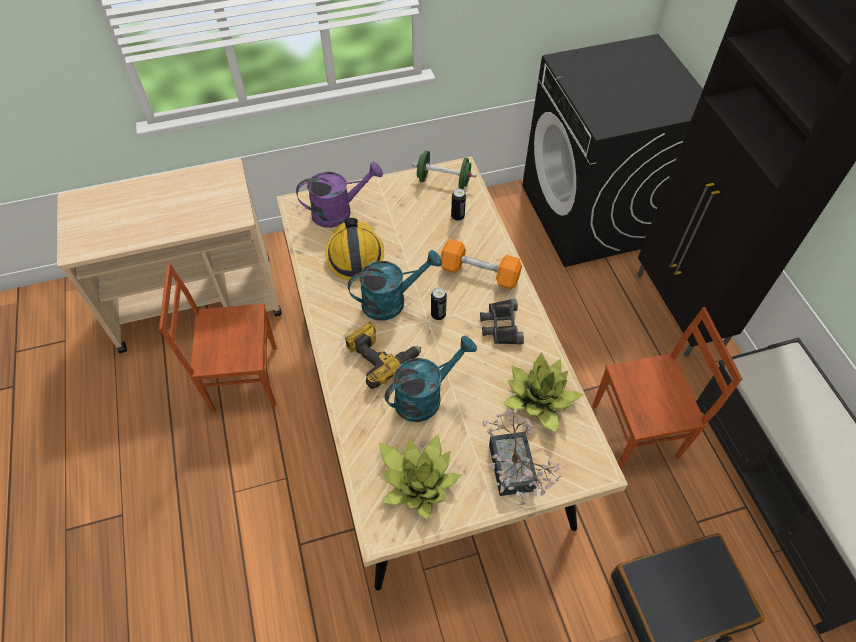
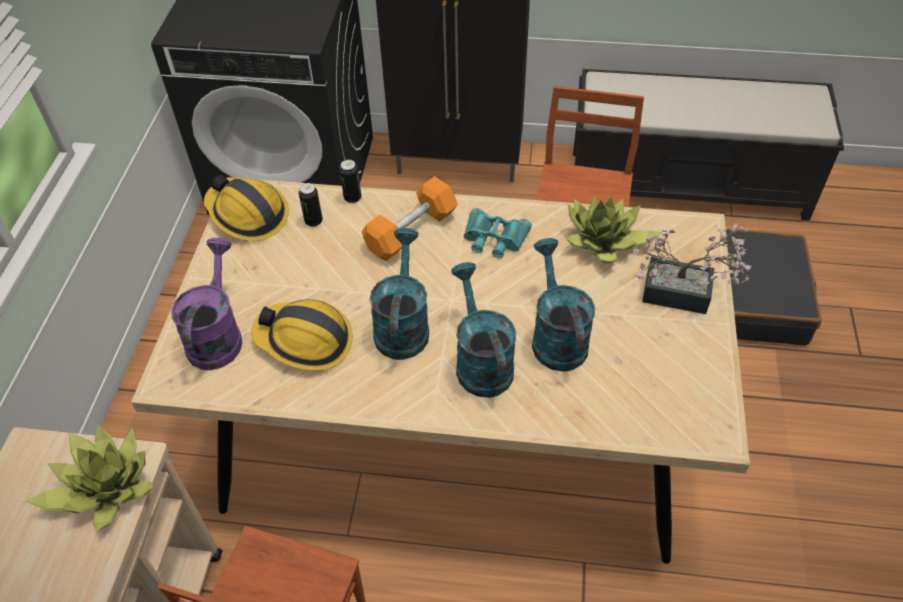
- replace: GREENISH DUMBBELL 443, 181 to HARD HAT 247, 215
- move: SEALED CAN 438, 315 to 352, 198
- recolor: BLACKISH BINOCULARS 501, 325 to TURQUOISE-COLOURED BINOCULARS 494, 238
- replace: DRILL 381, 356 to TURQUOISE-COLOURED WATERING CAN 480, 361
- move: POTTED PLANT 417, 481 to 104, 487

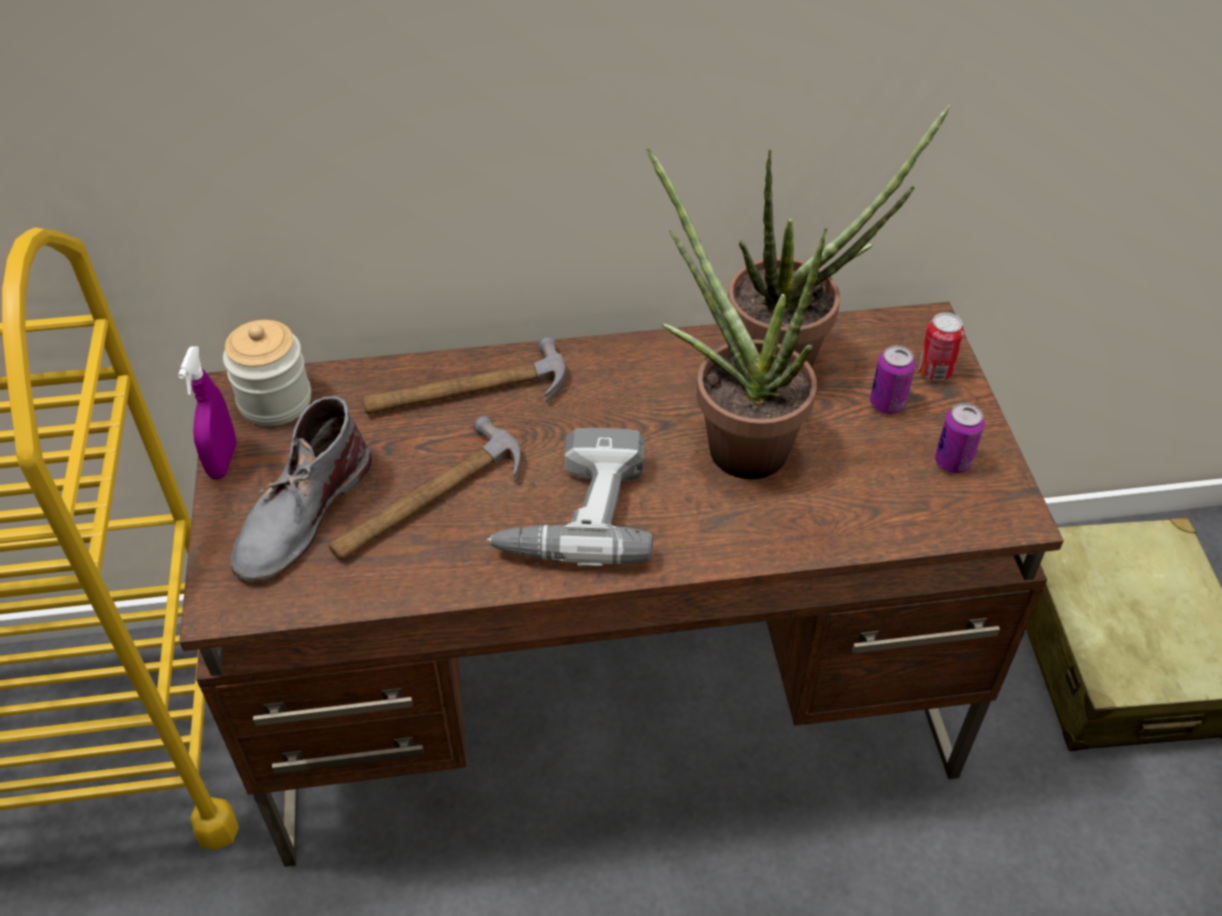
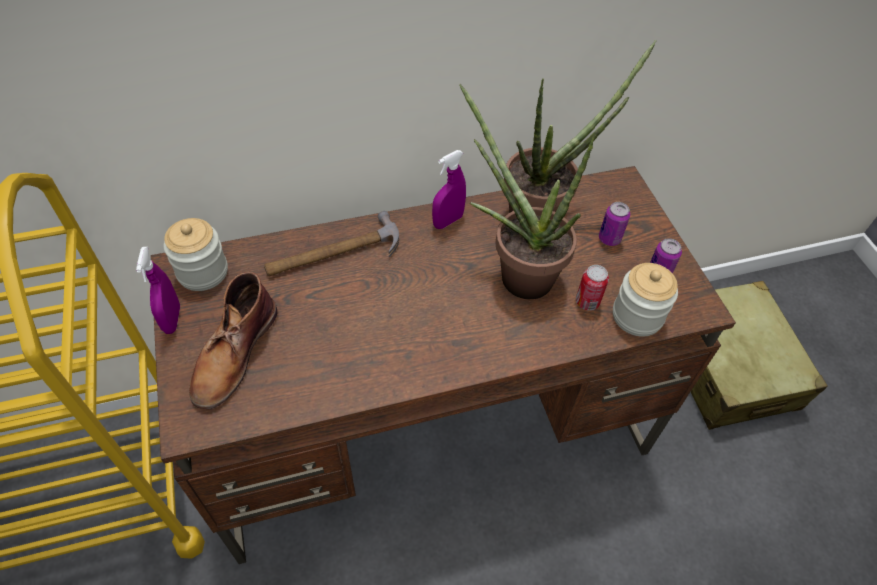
- move: SEALED CAN 934, 371 to 587, 302
- recolor: GRAY BOOT 301, 514 to BROWNISH BOOT 234, 353
- delete: HAND HAMMER 427, 500
- delete: DRILL 574, 511
- insert: PURPLISH SPRAY BOTTLE 448, 221
- insert: PRESERVE JAR 637, 316

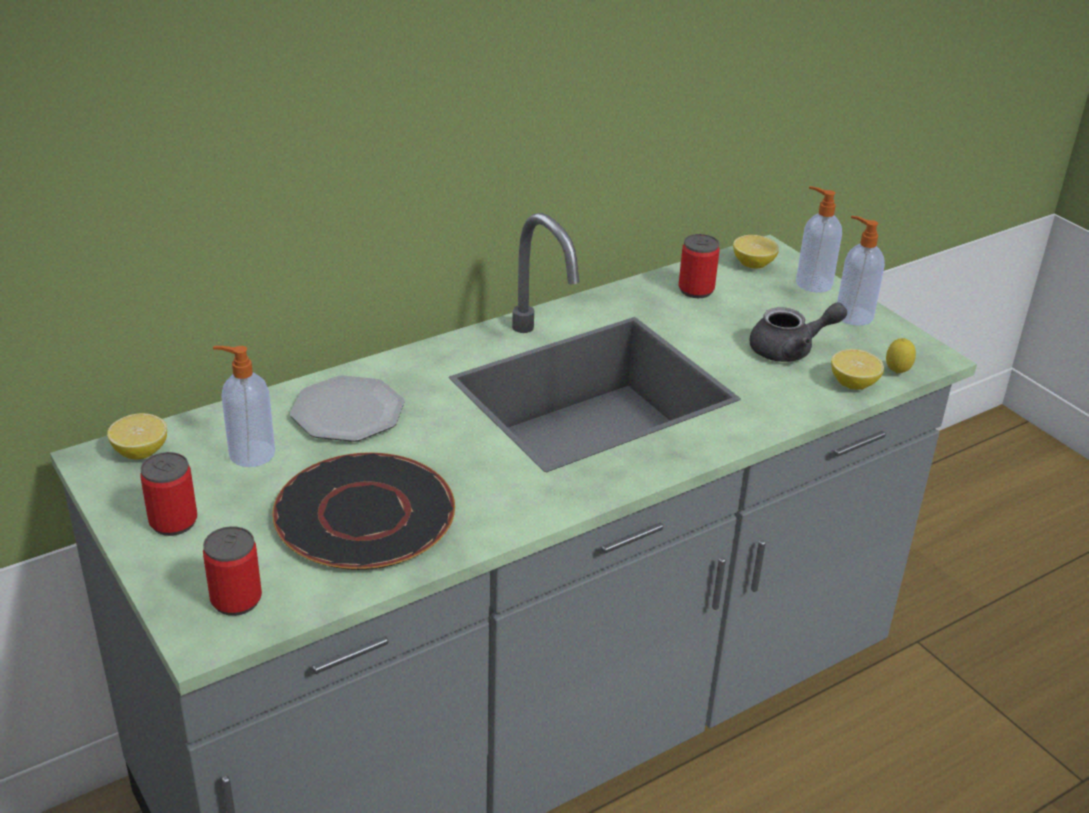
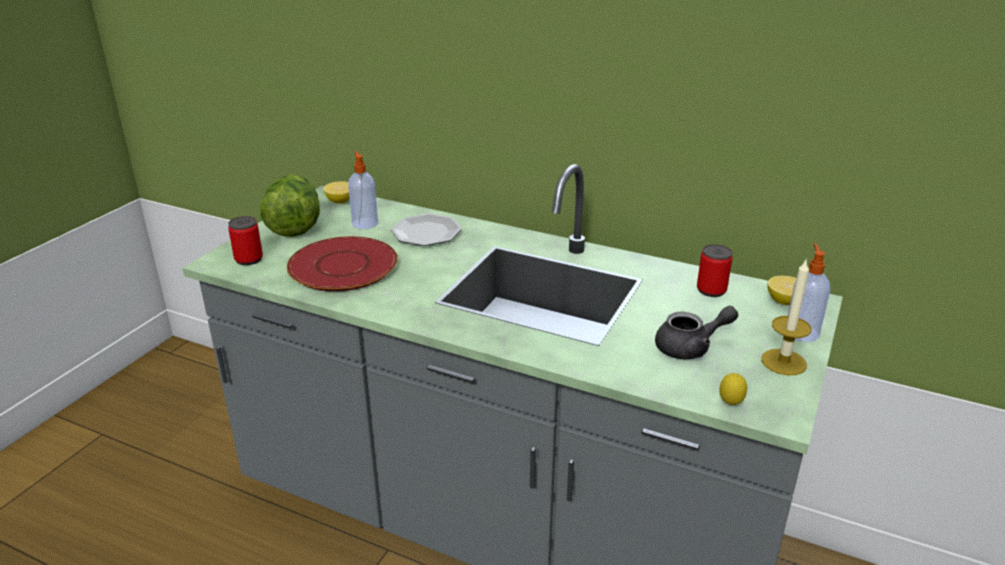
- replace: SOAP DISPENSER 852, 315 to WAX LIGHT 783, 362
- rotate: GRAY TEAPOT 790, 350 = 690, 348 60 degrees counterclockwise
- delete: WHOLE LEMON 853, 383
- replace: SEALED CAN 173, 522 to LETTUCE HEAD 294, 226
- recolor: BLACKISH DINNER PLATE 363, 514 to RED DINNER PLATE 342, 265

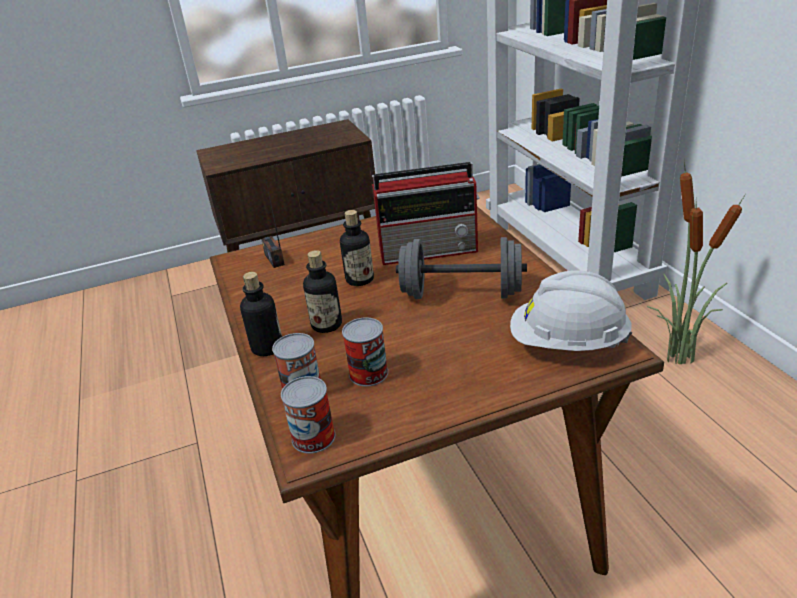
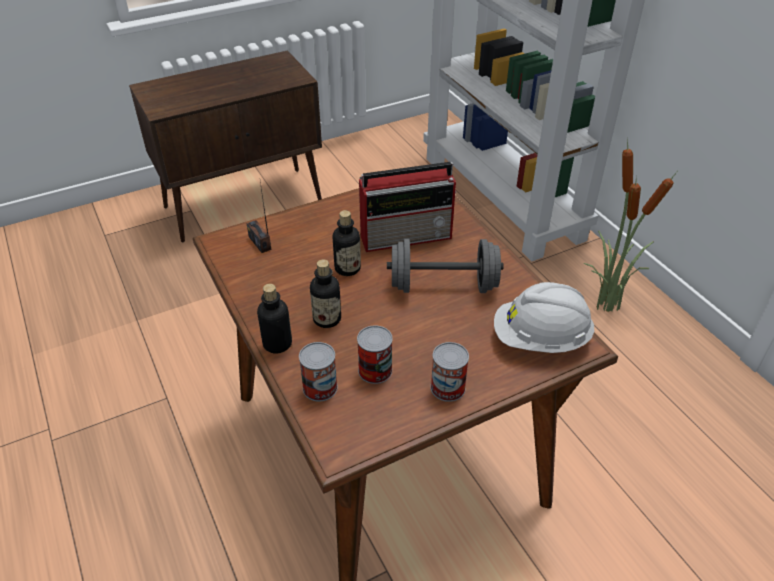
- move: SEALED CAN 313, 437 to 447, 387

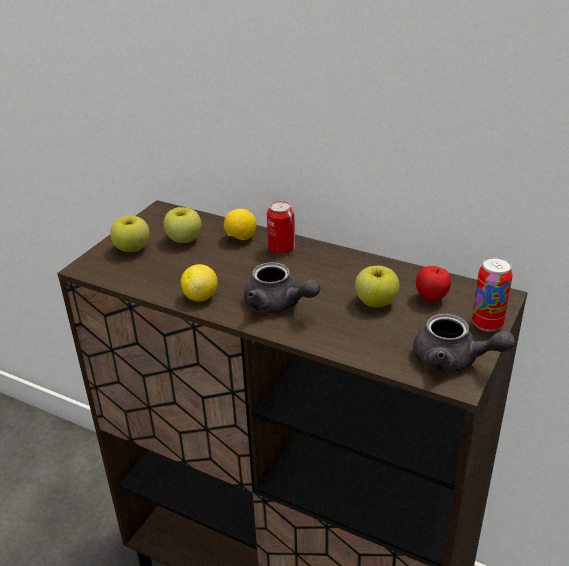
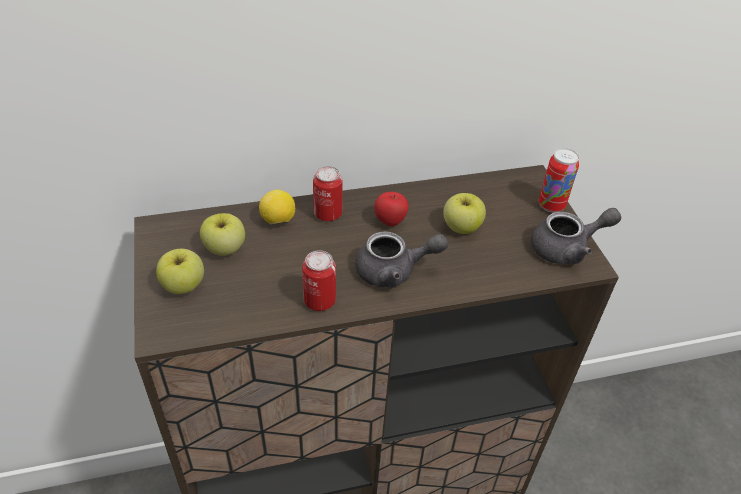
- replace: WHOLE LEMON 200, 297 to SEALED CAN 319, 301
- move: APPLE FRUIT 432, 298 to 390, 221

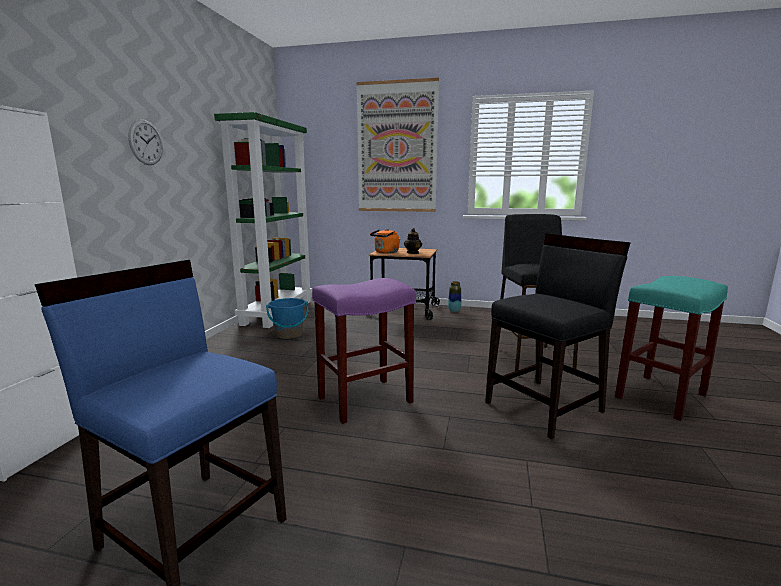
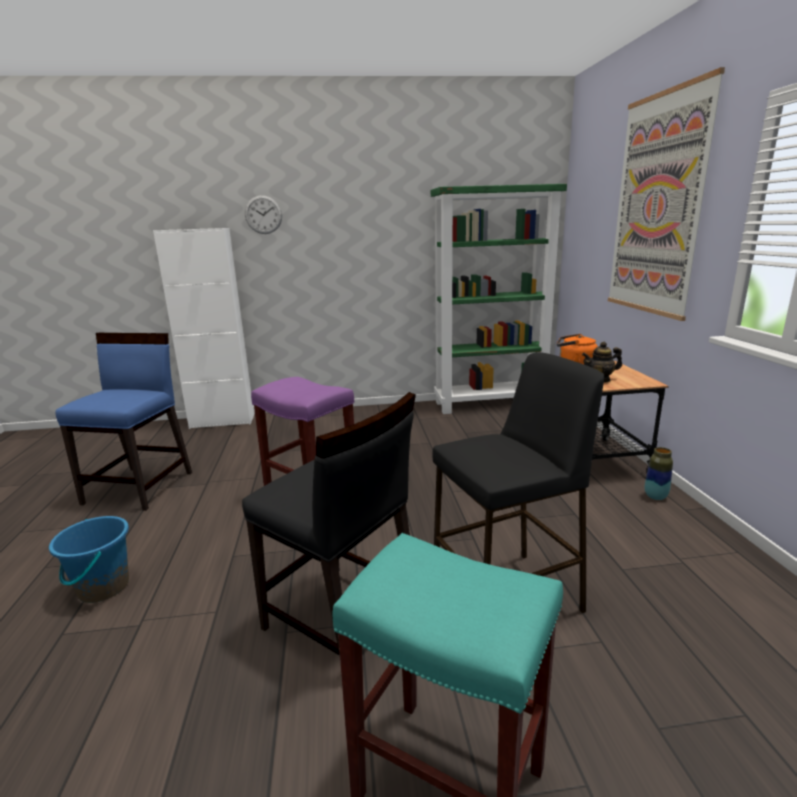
- move: CLOCK ON THE WALL 146, 142 to 263, 214
- move: BLUE WATER BUCKET 289, 335 to 103, 587

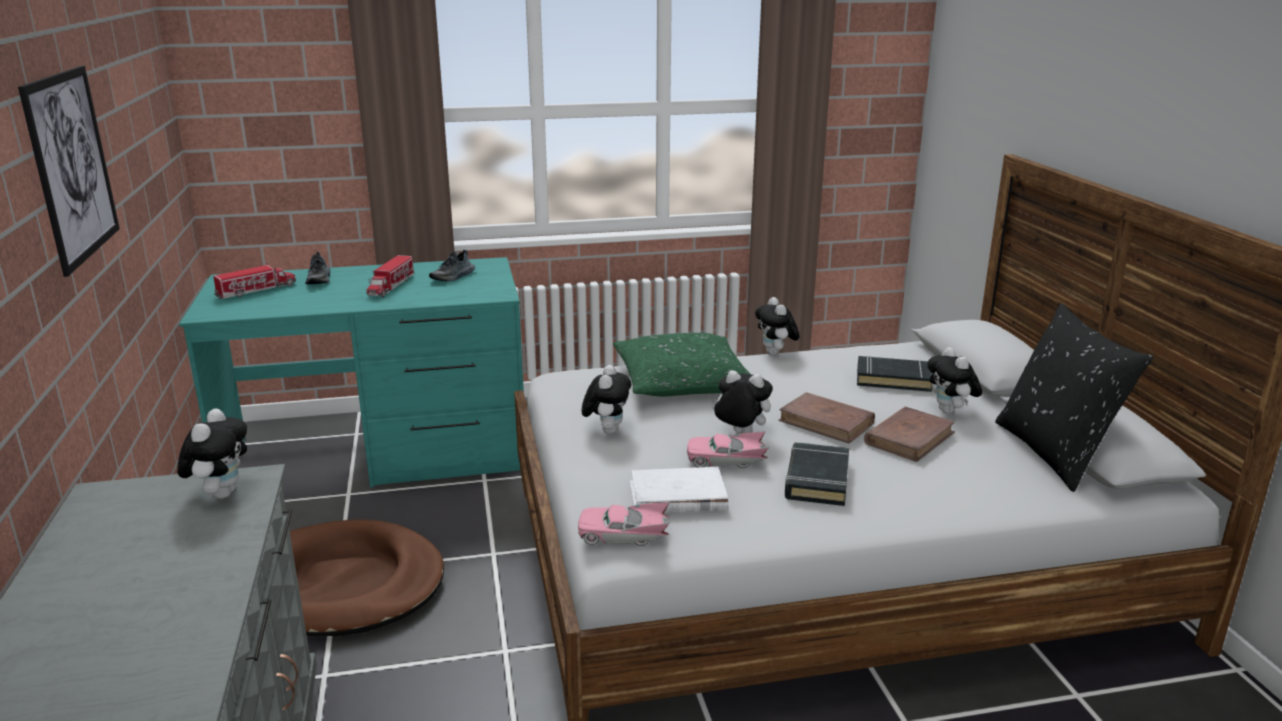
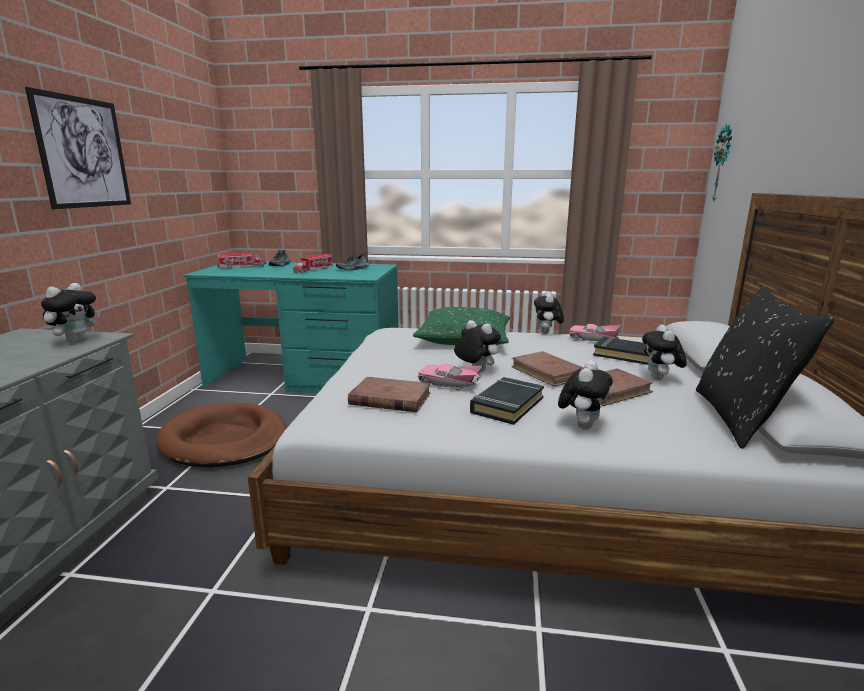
- move: SOFT TOY 607, 430 to 582, 425
- recolor: WHITISH BOOK 677, 496 to BROWNISH BOOK 389, 399
- move: PINK-COLOURED MINIATURE CAR 623, 535 to 593, 339
- insert: CLOCK ON THE WALL 723, 163

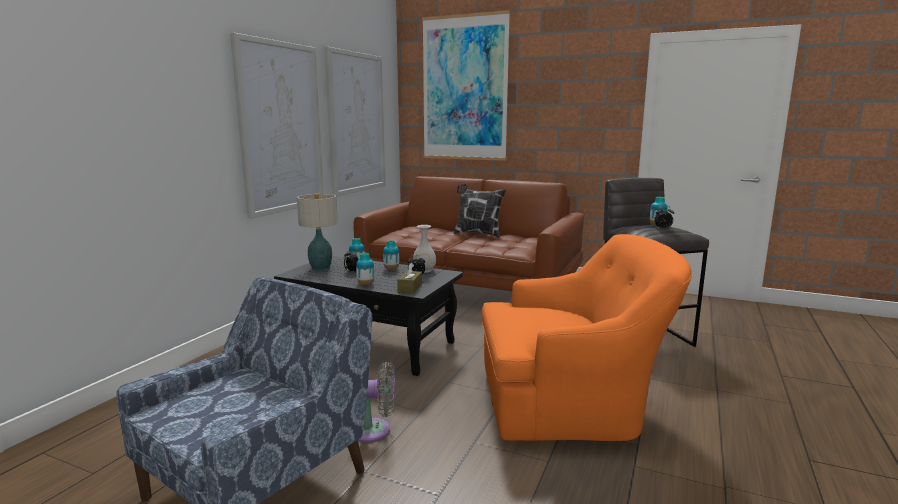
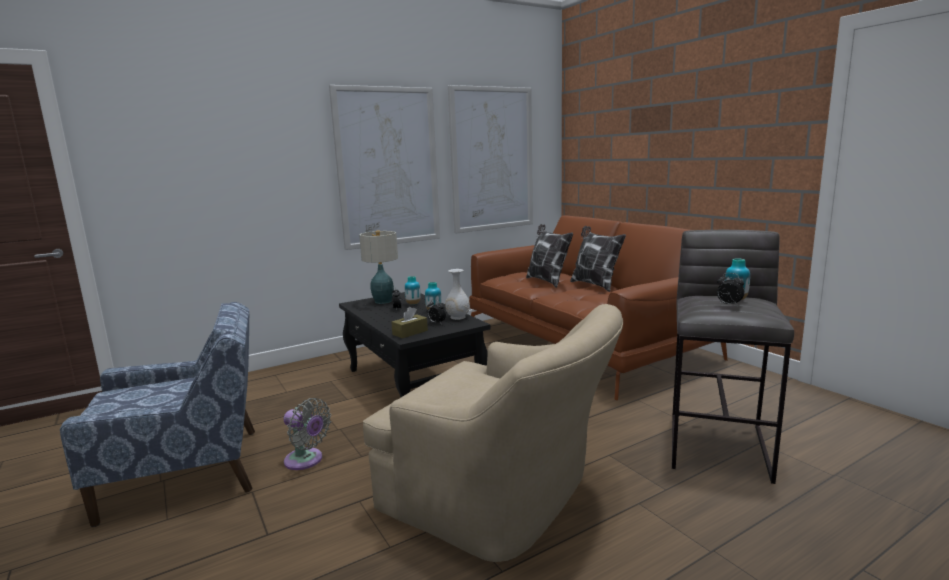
- delete: WALL PICTURE 464, 89
- recolor: ORANGE-COLOURED LOUNGE CHAIR 571, 402 to BEIGE LOUNGE CHAIR 503, 497
- delete: VASE 365, 284
- insert: CUSHION 547, 281

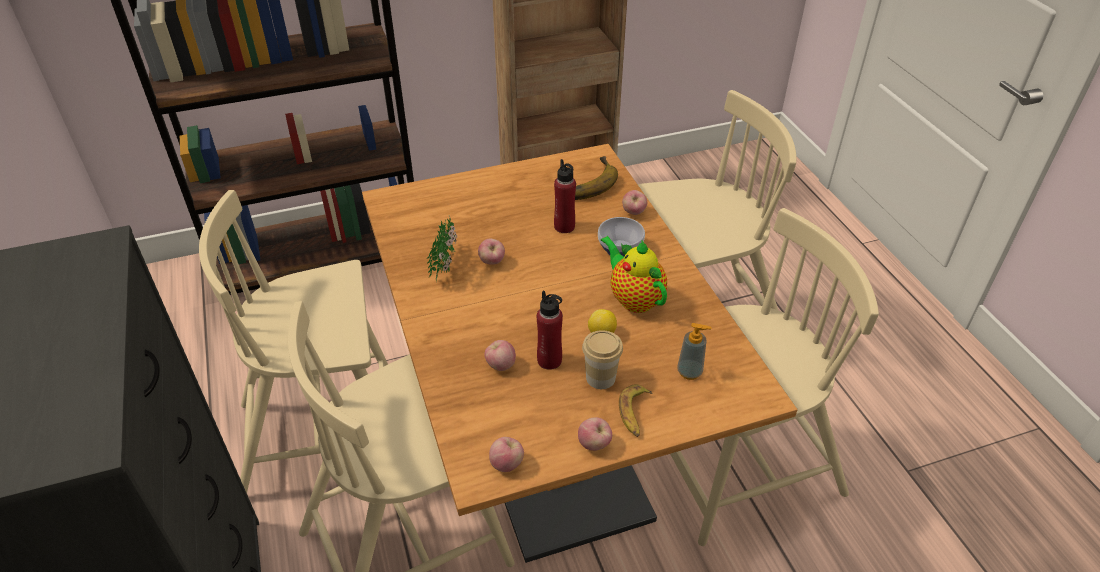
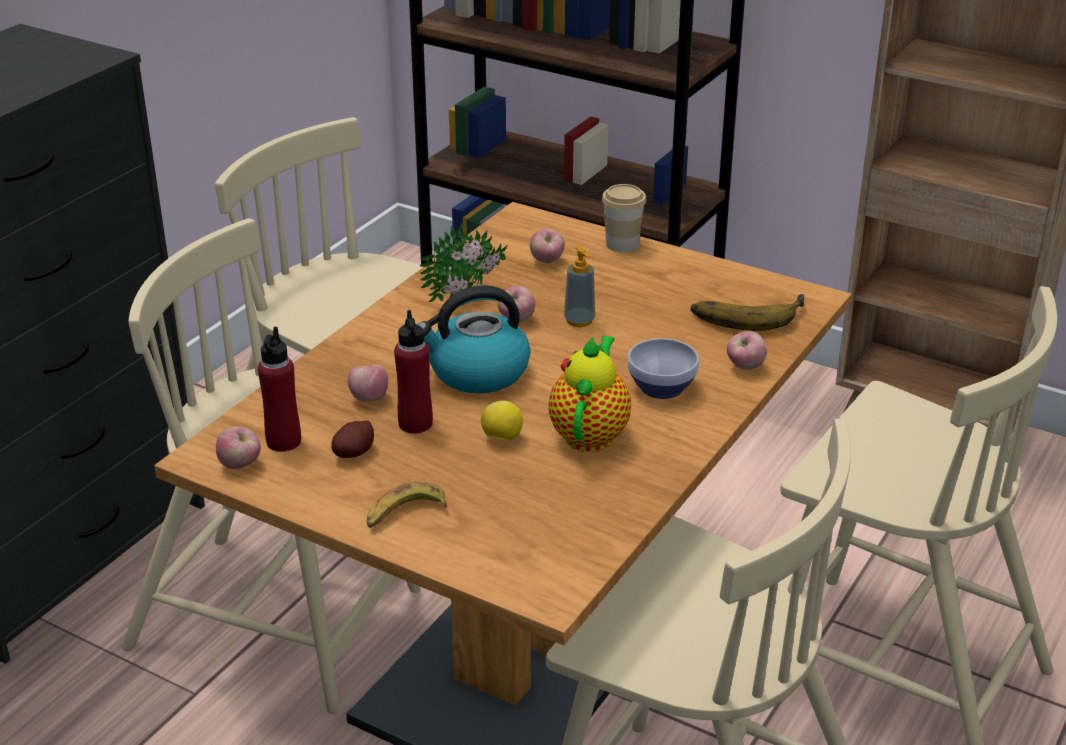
- move: RED BOTTLE 564, 226 to 283, 441
- move: SOAP DISPENSER 689, 372 to 579, 321
- move: CUP 600, 378 to 622, 244
- move: APPLE FRUIT 594, 444 to 547, 261
- insert: TEA KETTLE 477, 372
- insert: SPUD 353, 453

